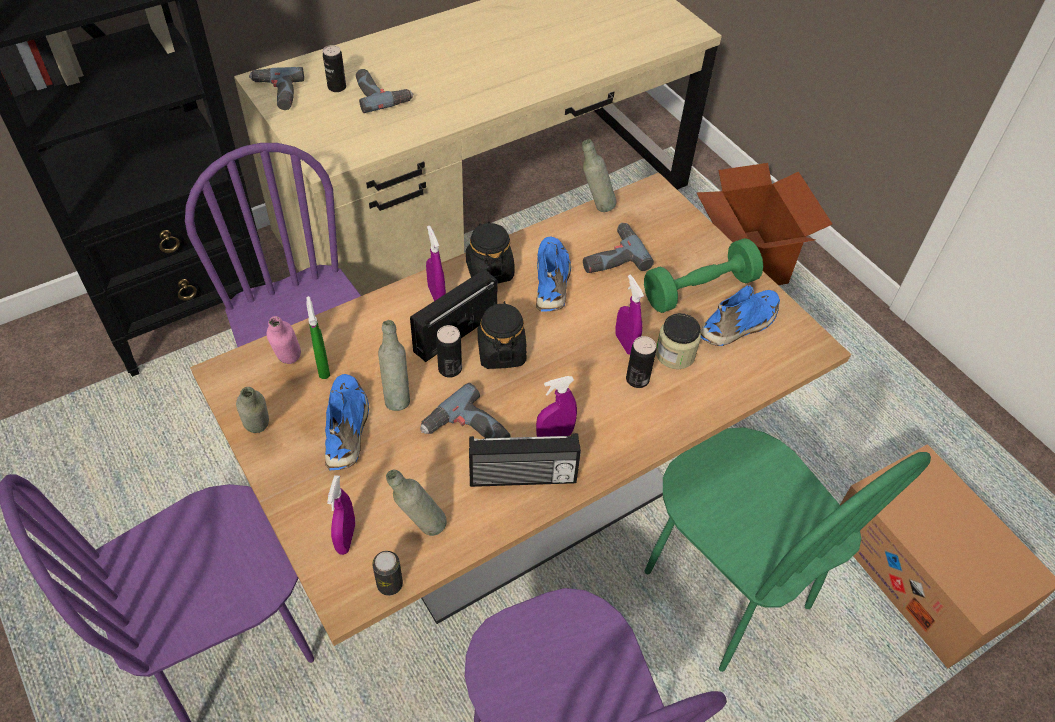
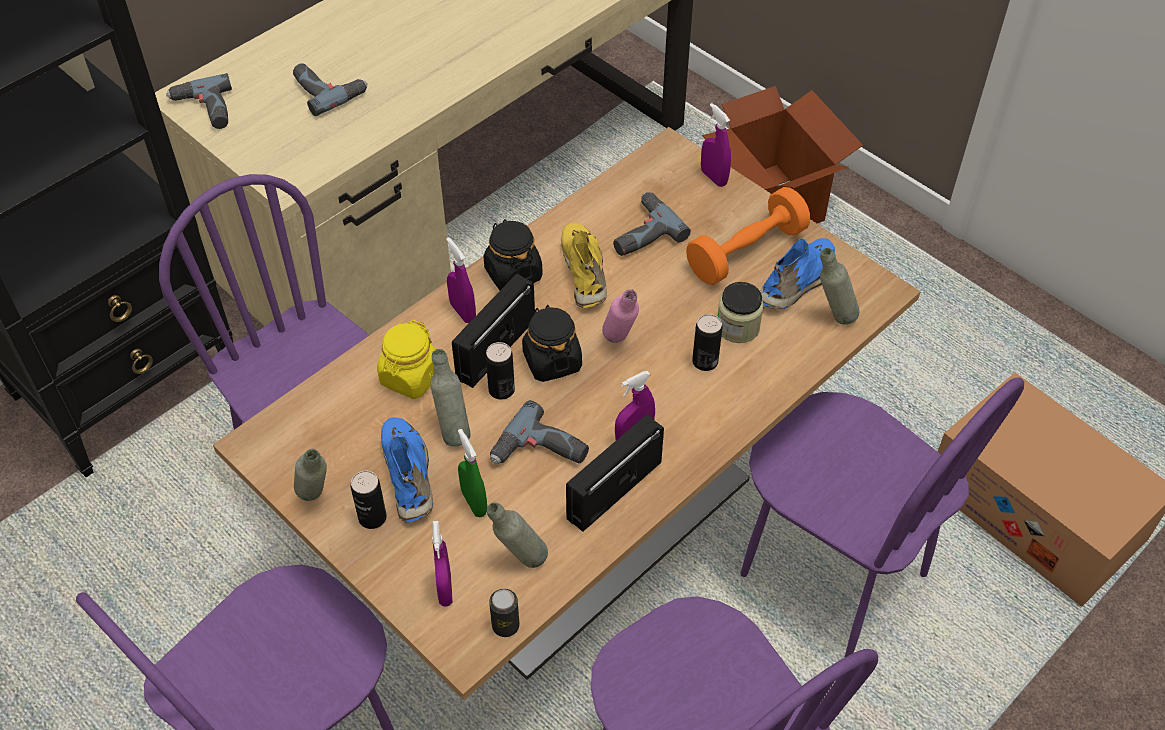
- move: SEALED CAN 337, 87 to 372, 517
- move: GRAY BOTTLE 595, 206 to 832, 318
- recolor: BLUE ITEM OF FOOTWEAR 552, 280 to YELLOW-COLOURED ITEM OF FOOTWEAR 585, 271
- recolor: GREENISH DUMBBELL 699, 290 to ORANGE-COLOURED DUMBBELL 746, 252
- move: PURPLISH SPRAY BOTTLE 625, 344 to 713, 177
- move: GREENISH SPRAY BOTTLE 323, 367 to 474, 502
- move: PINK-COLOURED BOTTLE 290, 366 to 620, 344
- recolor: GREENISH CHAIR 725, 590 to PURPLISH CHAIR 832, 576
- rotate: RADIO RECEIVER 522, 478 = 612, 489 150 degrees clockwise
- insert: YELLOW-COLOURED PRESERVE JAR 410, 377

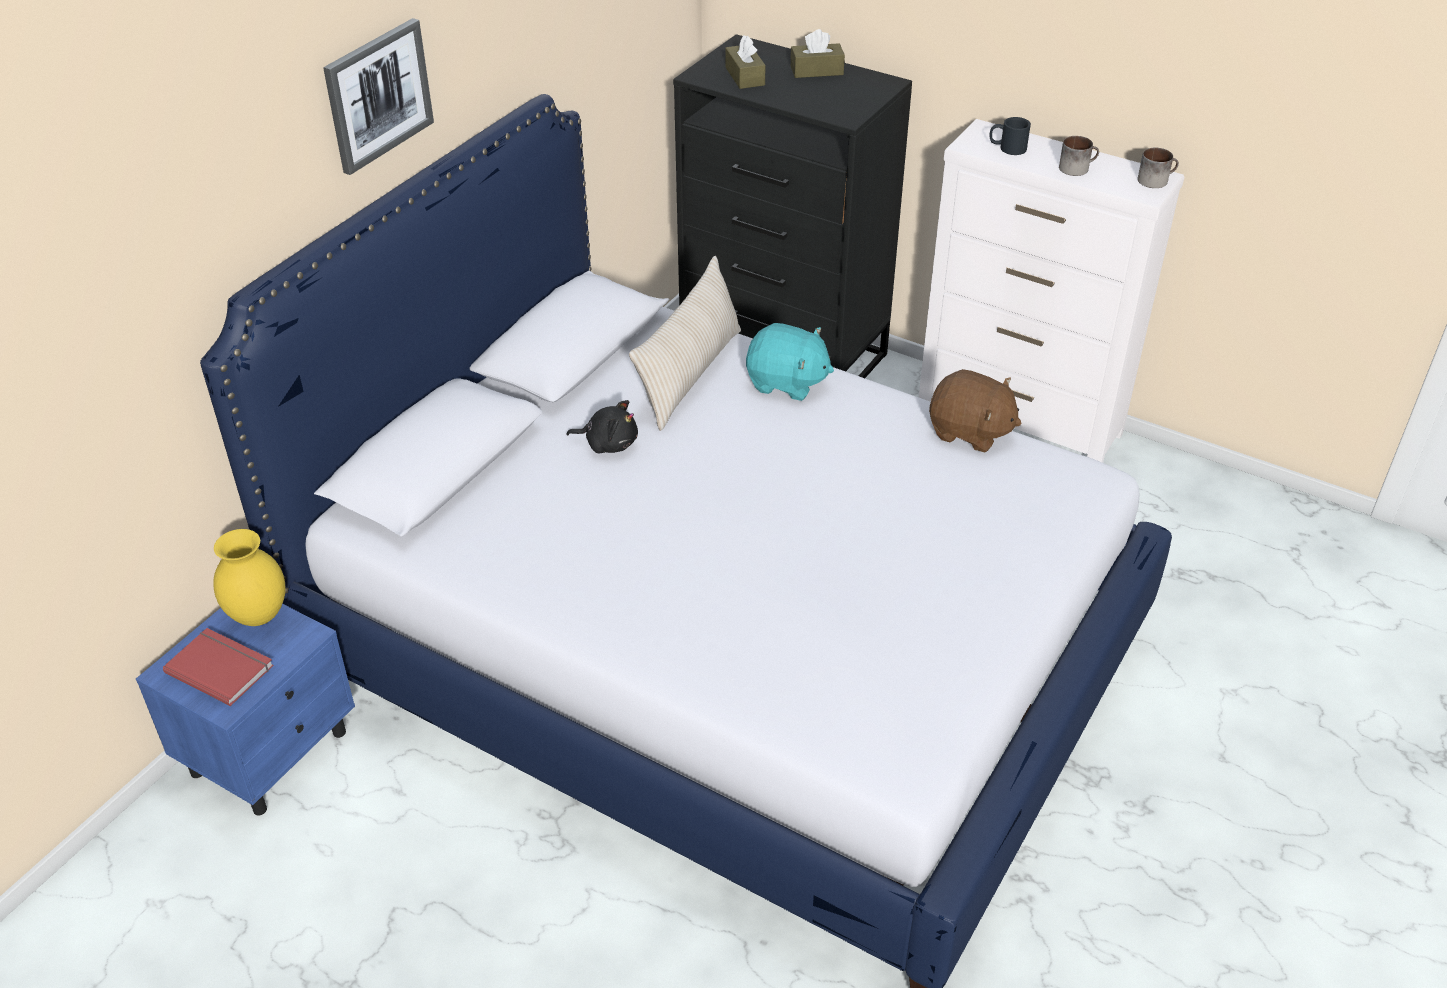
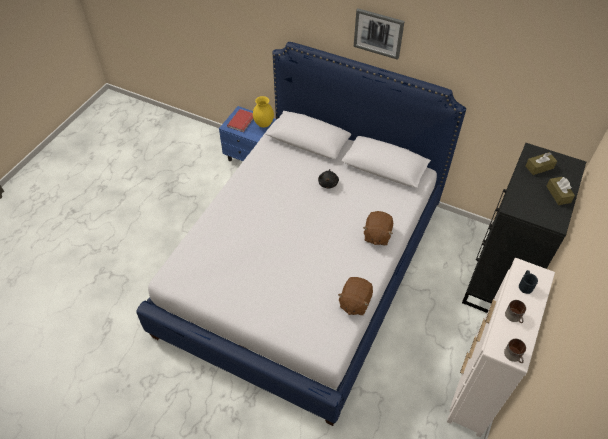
- delete: BEIGE CUSHION 689, 375
- recolor: TURQUOISE-COLOURED SOFT TOY 787, 383 to BROWNISH SOFT TOY 377, 235

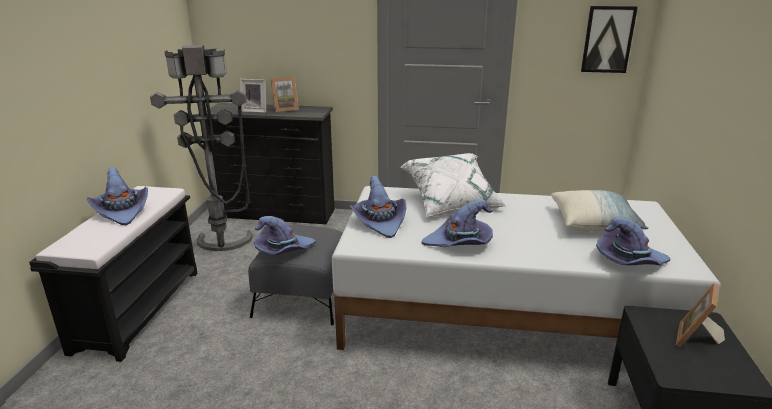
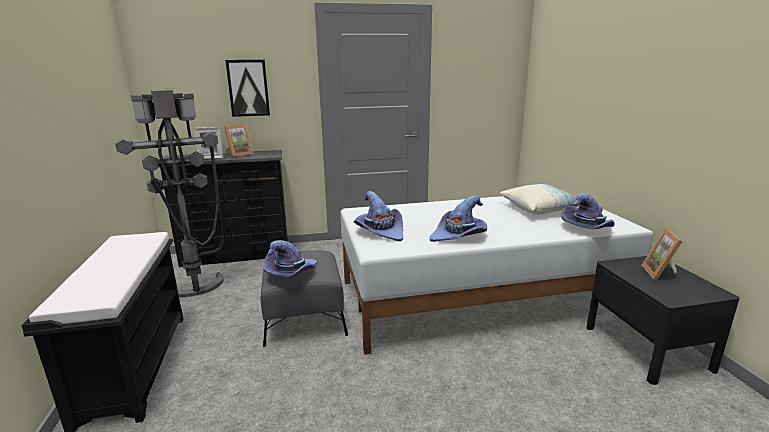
- move: WALL PICTURE 607, 39 to 248, 88
- delete: WHITISH CUSHION 451, 202
- delete: PURPLISH HAT 122, 211

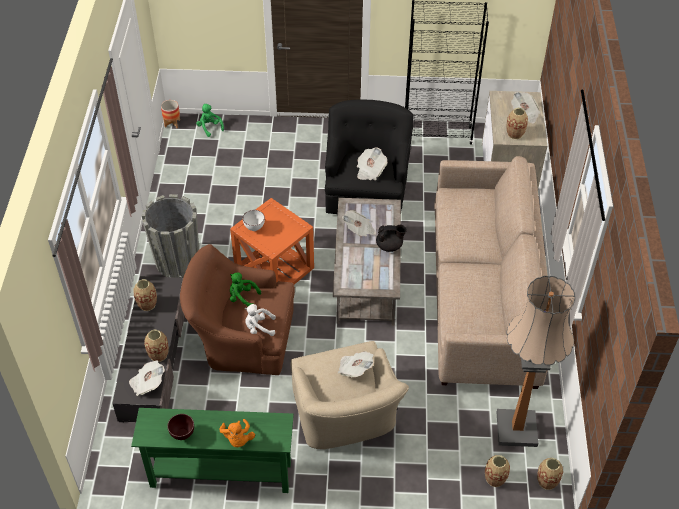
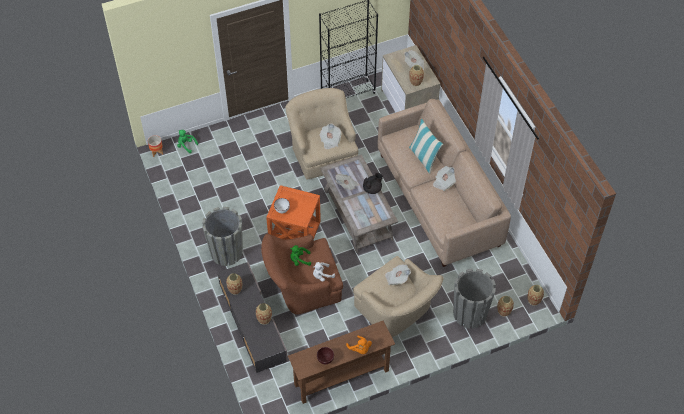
- recolor: BLACKISH LOUNGE CHAIR 366, 189 to BEIGE LOUNGE CHAIR 323, 152
- delete: STANDARD LAMP 516, 429
- move: PRINTED PAPER 147, 383 to 444, 182
- recolor: GREENISH NARROW TABLE 221, 475 to BROWNISH NARROW TABLE 341, 378
- insert: CUSHION 424, 158
- insert: GRAY PLANT POT 470, 314

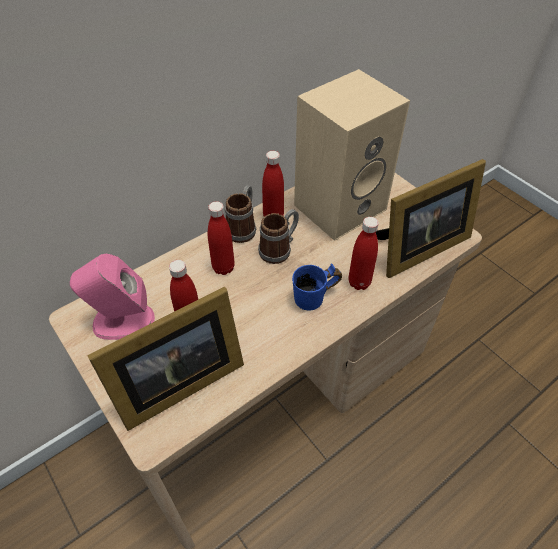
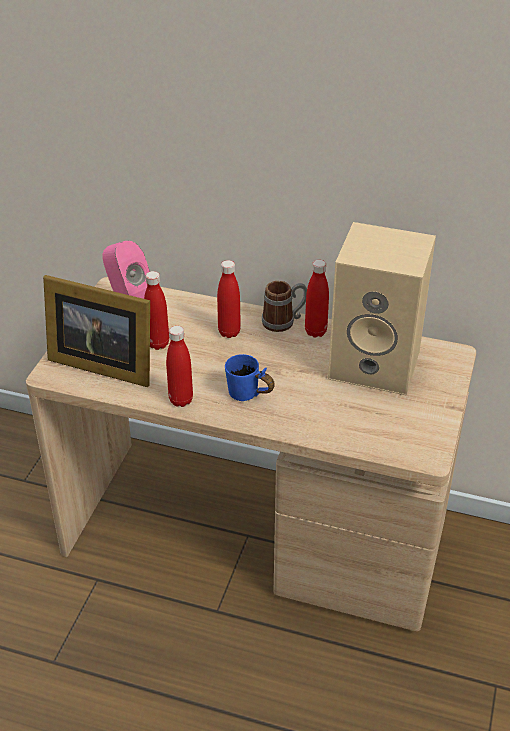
- delete: PICTURE FRAME 417, 248
- delete: TEA MUG 279, 249
- move: RED BOTTLE 359, 282 to 181, 400

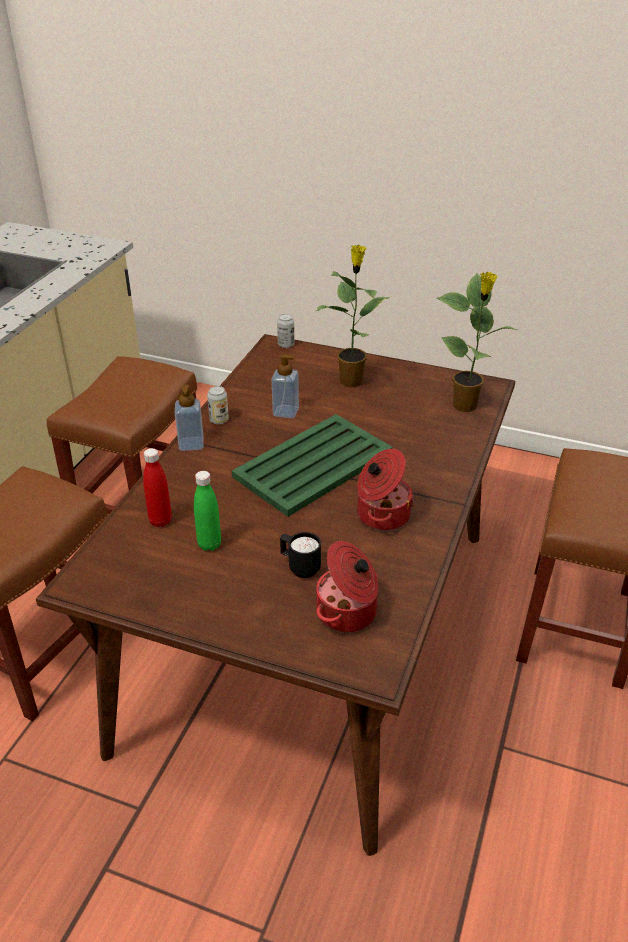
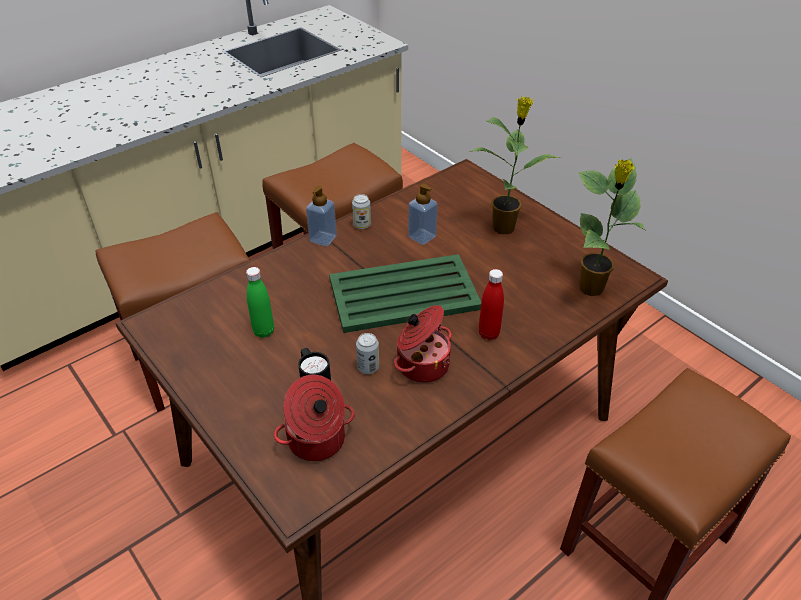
- move: SEALED CAN 286, 344 to 368, 367
- move: RED BOTTLE 160, 521 to 488, 334

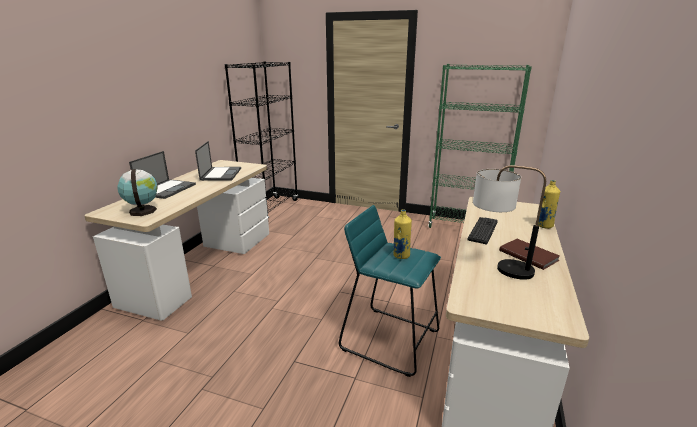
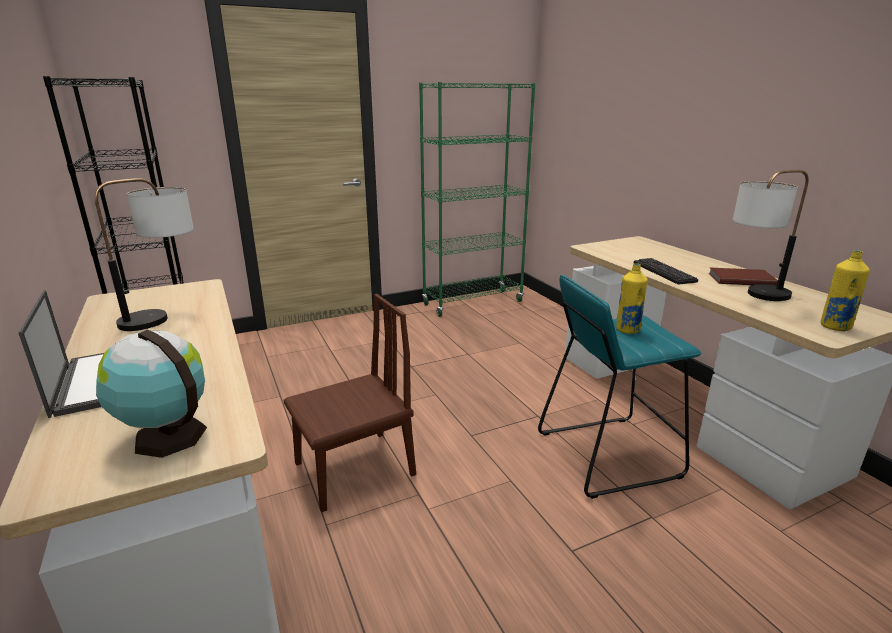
- replace: PORTABLE COMPUTER 221, 174 to LAMP FOR A TABLE 166, 315
- move: YELLOW-COLOURED BOTTLE 544, 225 to 834, 326
- insert: BROWNISH CHAIR 354, 469

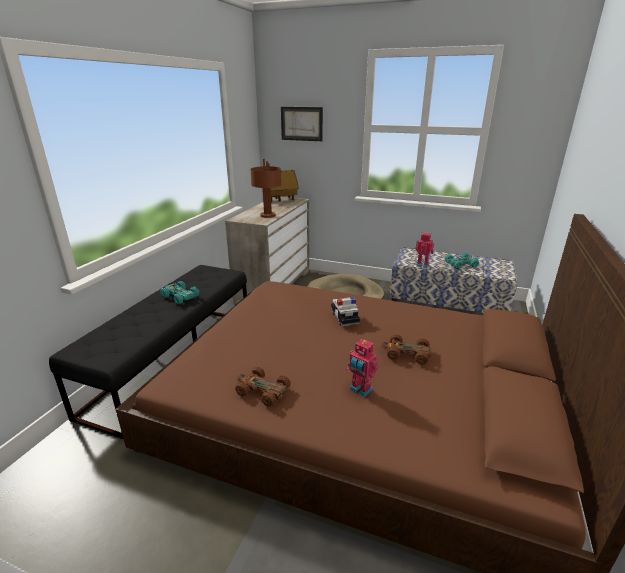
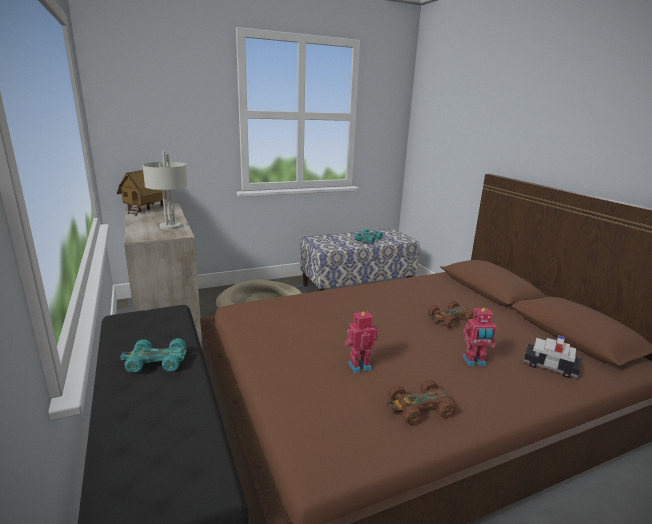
- delete: WALL PICTURE 301, 123
- recolor: BROWNISH LAMP FOR A TABLE 267, 215 to GRAY LAMP FOR A TABLE 170, 226
- move: MODEL ROBOT 422, 265 to 358, 365
- move: MINIATURE CAR 344, 318 to 549, 366

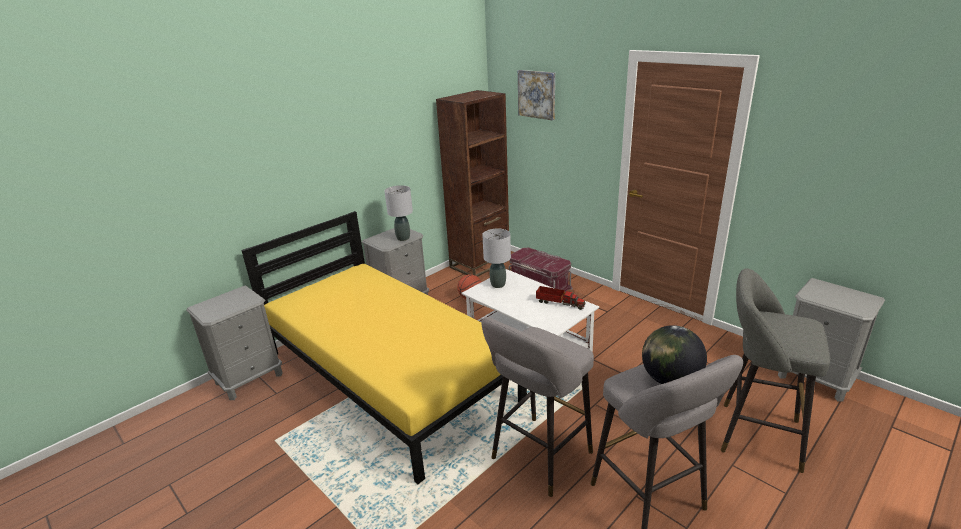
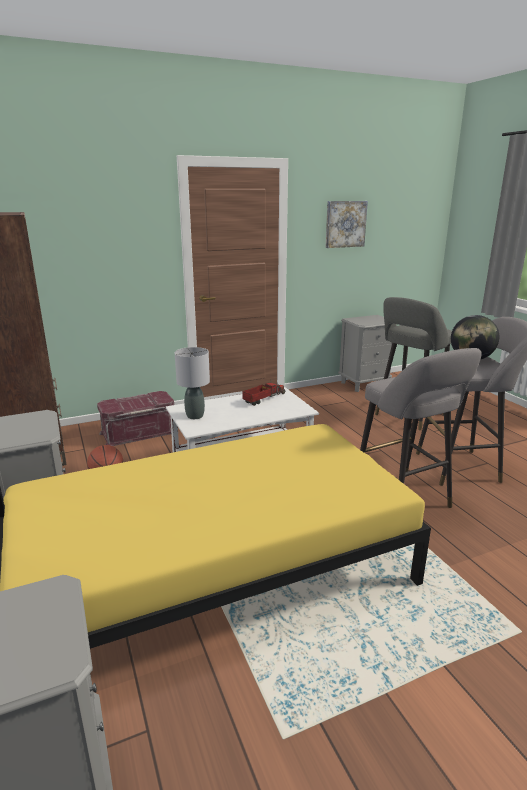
- move: WALL PICTURE 537, 94 to 345, 224
- delete: GRAY LAMP FOR A TABLE 403, 238

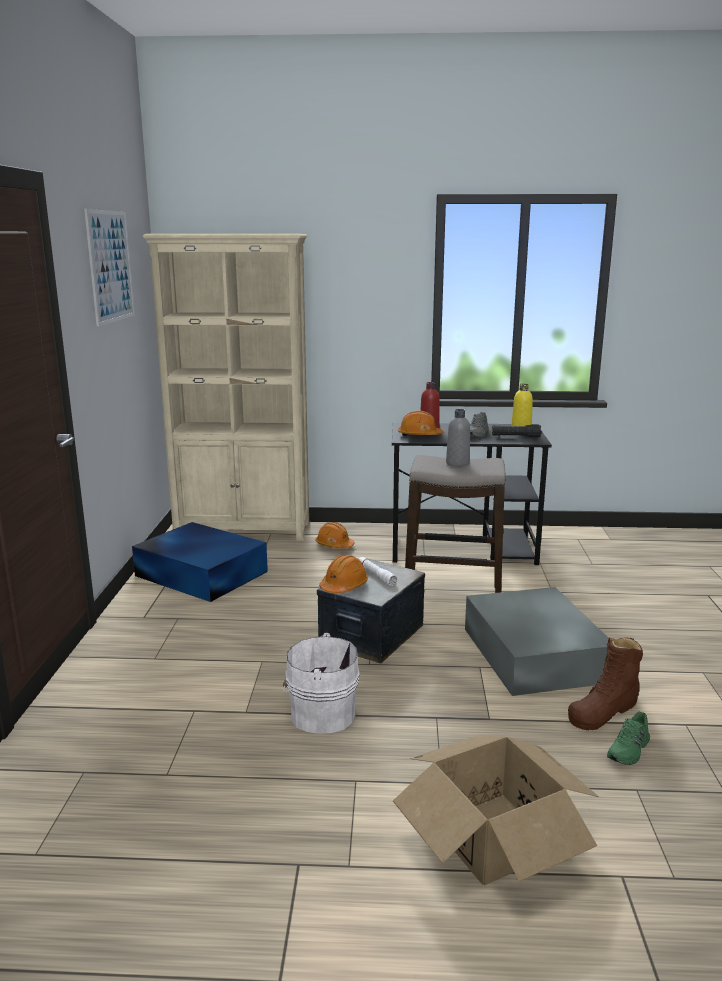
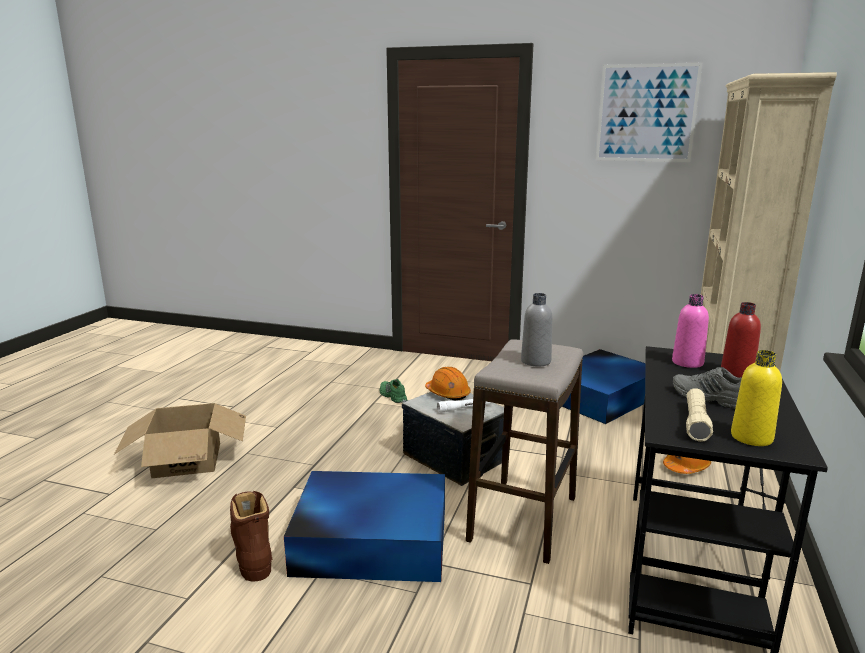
- replace: ORANGE-COLOURED HARD HAT 419, 435 to PINK-COLOURED BOTTLE 687, 362
- recolor: BLACKISH TORCH 515, 437 to BEIGE TORCH 696, 423
- recolor: GRAY STORAGE BOX 534, 655 to BLUE STORAGE BOX 369, 540
- delete: WHITISH WATER BUCKET 320, 714
- move: GREENISH ITEM OF FOOTWEAR 629, 750 to 392, 396

